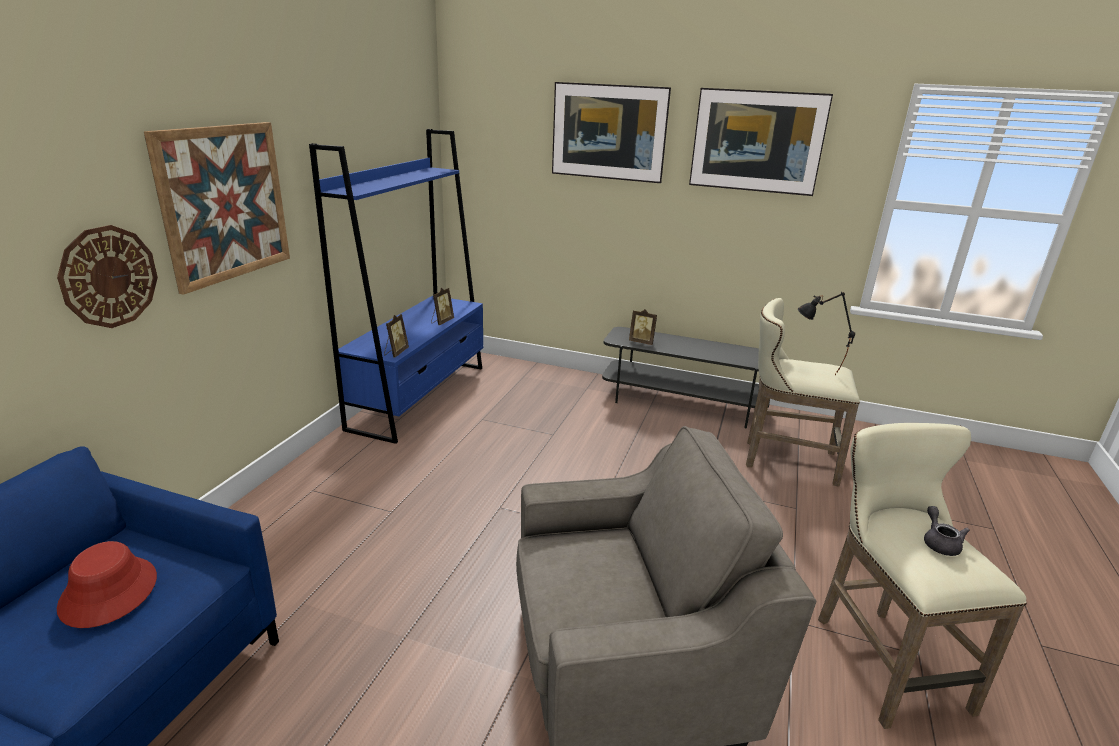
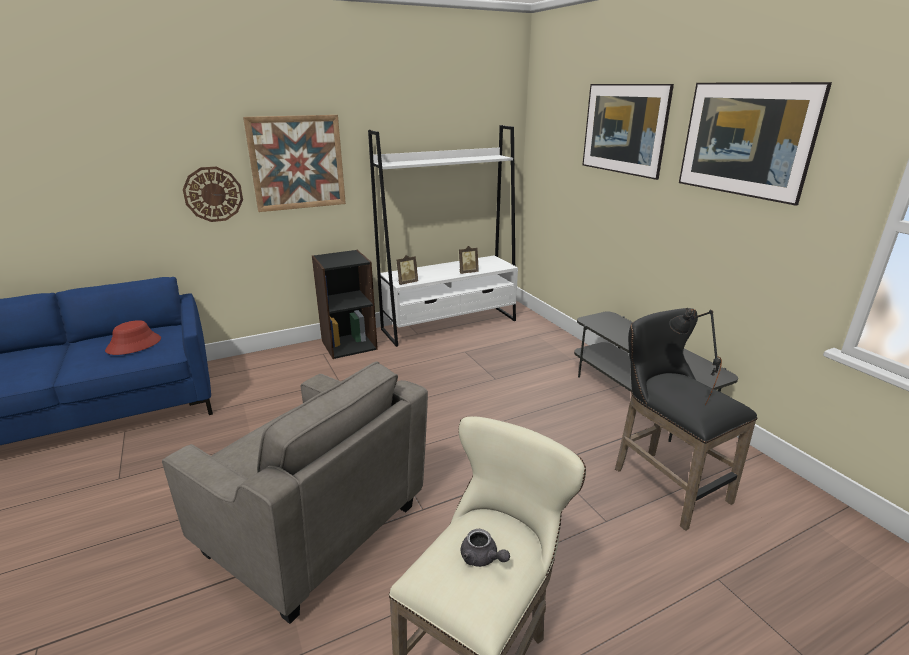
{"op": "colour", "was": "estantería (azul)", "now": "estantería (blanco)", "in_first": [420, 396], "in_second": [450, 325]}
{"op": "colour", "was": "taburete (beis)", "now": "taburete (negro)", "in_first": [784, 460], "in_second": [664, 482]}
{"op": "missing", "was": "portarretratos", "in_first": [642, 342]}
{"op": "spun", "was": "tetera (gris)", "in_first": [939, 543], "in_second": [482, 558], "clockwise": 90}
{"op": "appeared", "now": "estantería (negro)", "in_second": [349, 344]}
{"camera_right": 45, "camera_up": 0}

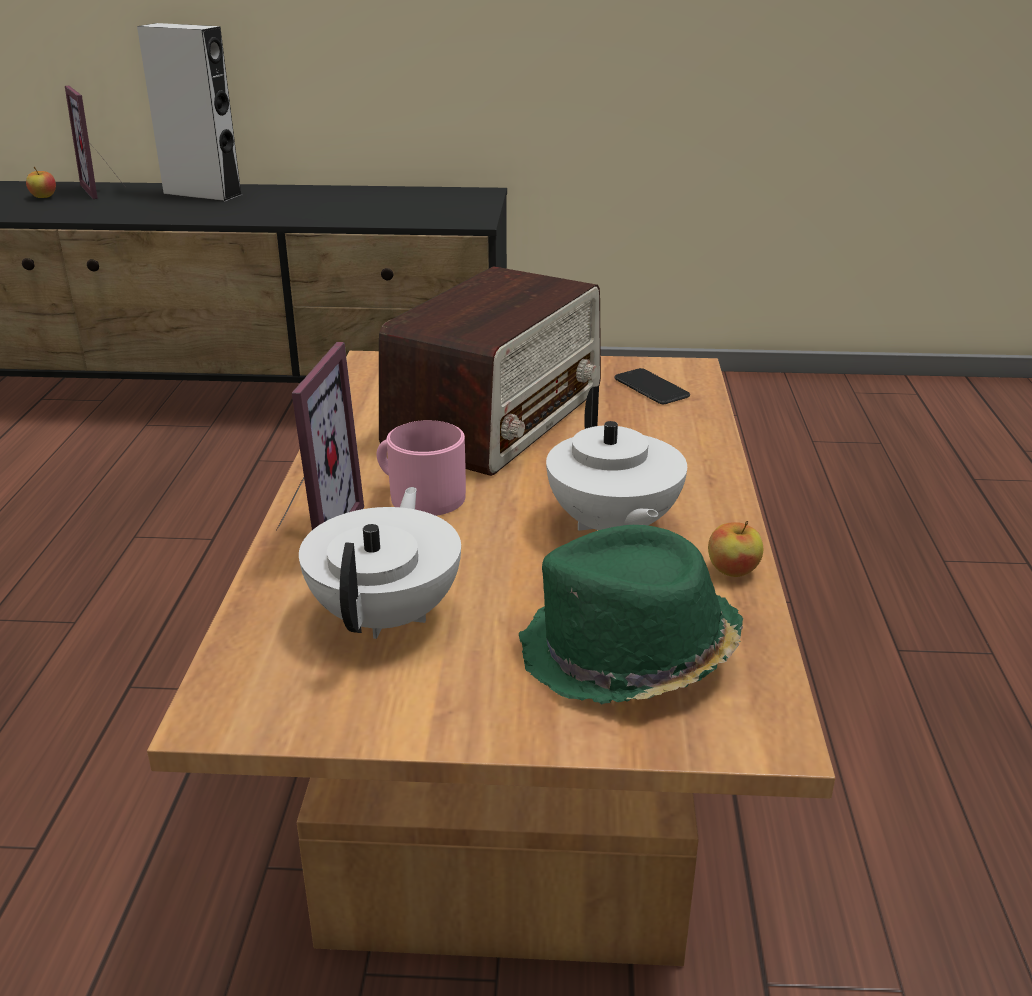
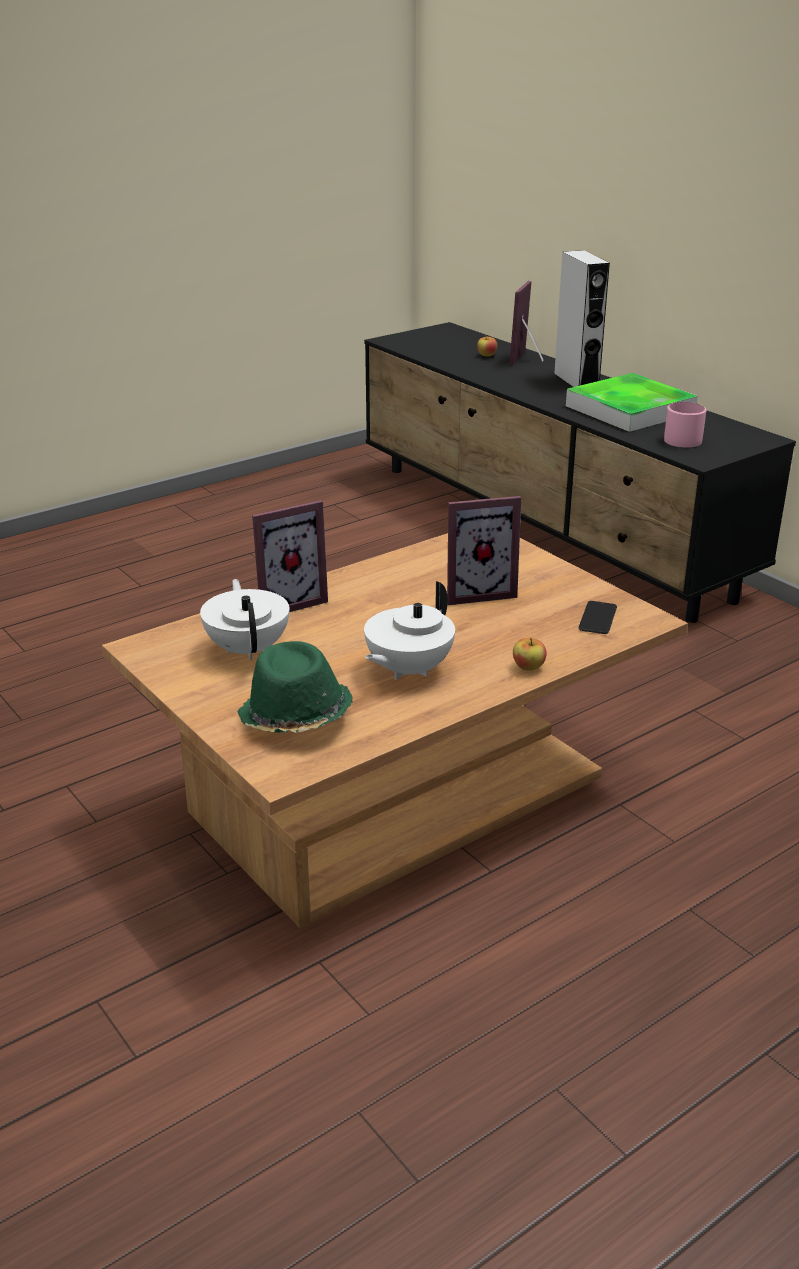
{"op": "exchanged", "was": "radio", "now": "portarretratos", "in_first": [497, 417], "in_second": [477, 592]}
{"op": "relocated", "was": "taza grande (rosa)", "in_first": [419, 495], "in_second": [680, 439]}
{"op": "spun", "was": "tetera (blanco)", "in_first": [388, 615], "in_second": [248, 649], "clockwise": -75}
{"op": "relocated", "was": "manzana", "in_first": [733, 571], "in_second": [528, 667]}
{"op": "appeared", "now": "bandeja", "in_second": [630, 409]}
{"camera_right": 50, "camera_up": 0}

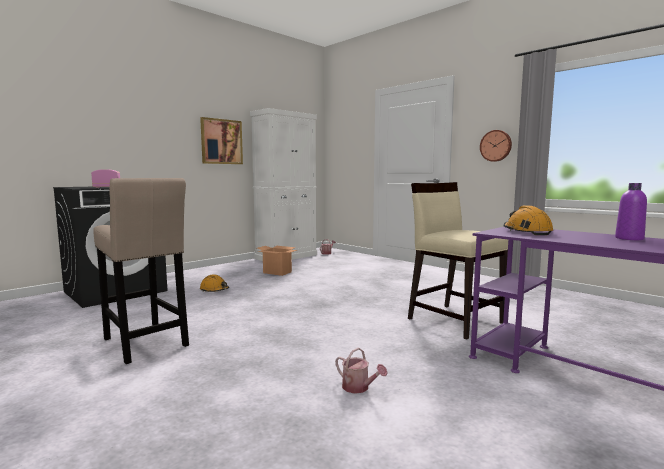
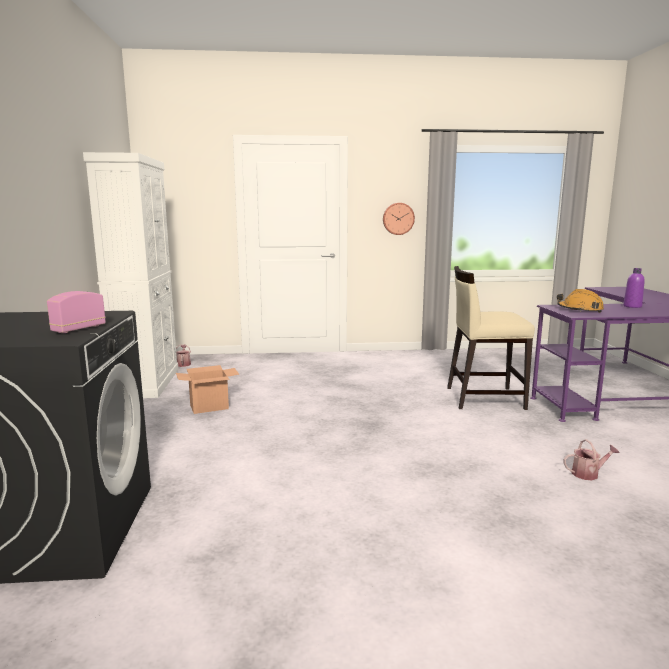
{"op": "missing", "was": "cuadro", "in_first": [221, 141]}
{"op": "missing", "was": "taburete (beis)", "in_first": [146, 344]}
{"op": "missing", "was": "casco (naranja)", "in_first": [214, 290]}
{"camera_right": -50, "camera_up": 5}

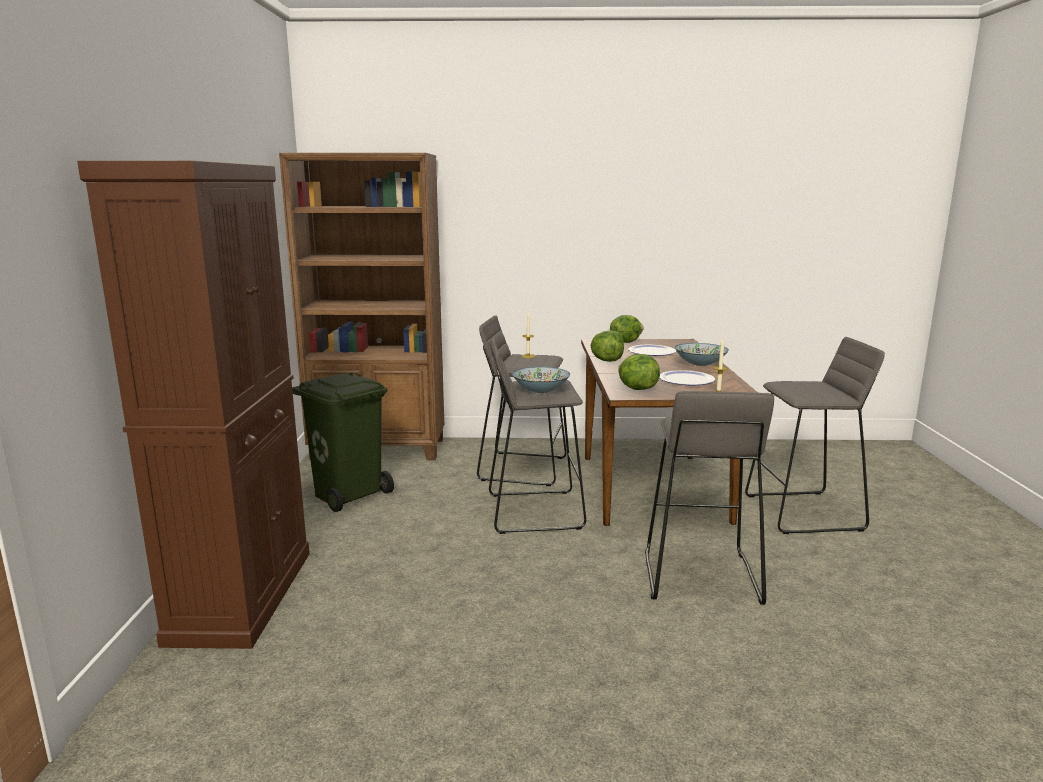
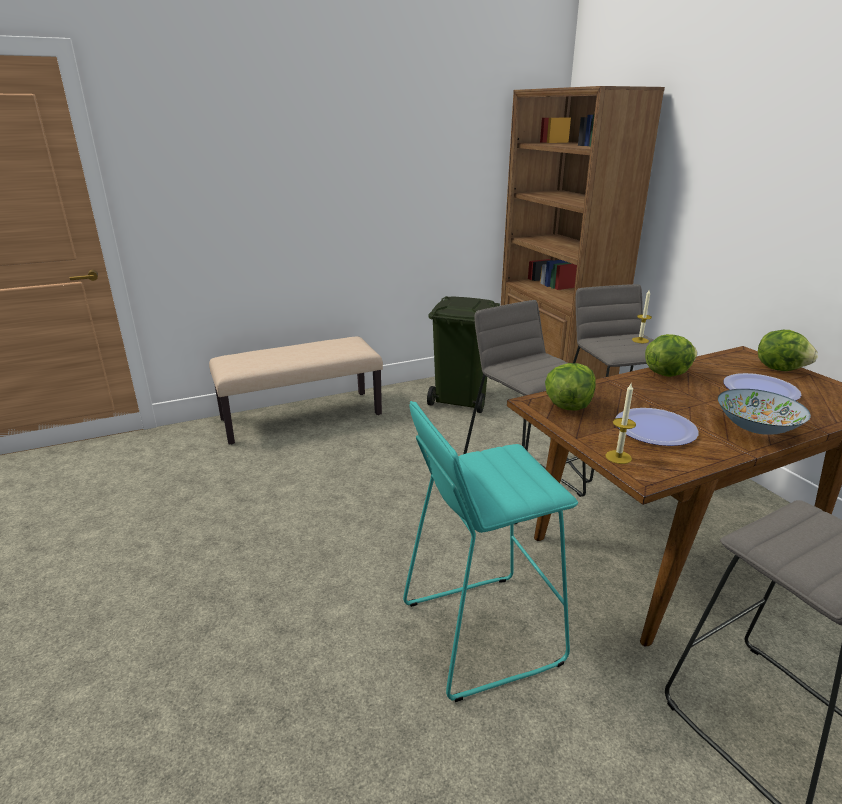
{"op": "exchanged", "was": "armario (marrón)", "now": "banco (beis)", "in_first": [243, 595], "in_second": [302, 416]}
{"op": "missing", "was": "cuenco", "in_first": [541, 391]}
{"op": "colour", "was": "taburete (gris)", "now": "taburete (turquesa)", "in_first": [699, 576], "in_second": [480, 632]}
{"camera_right": 65, "camera_up": 10}

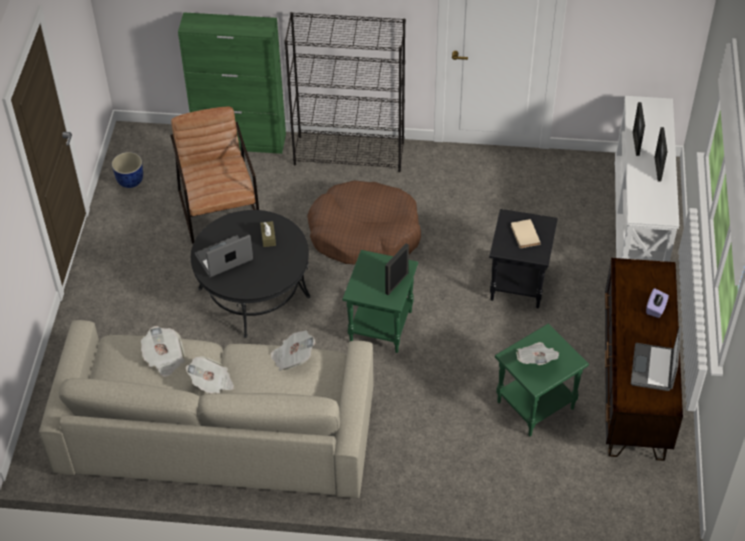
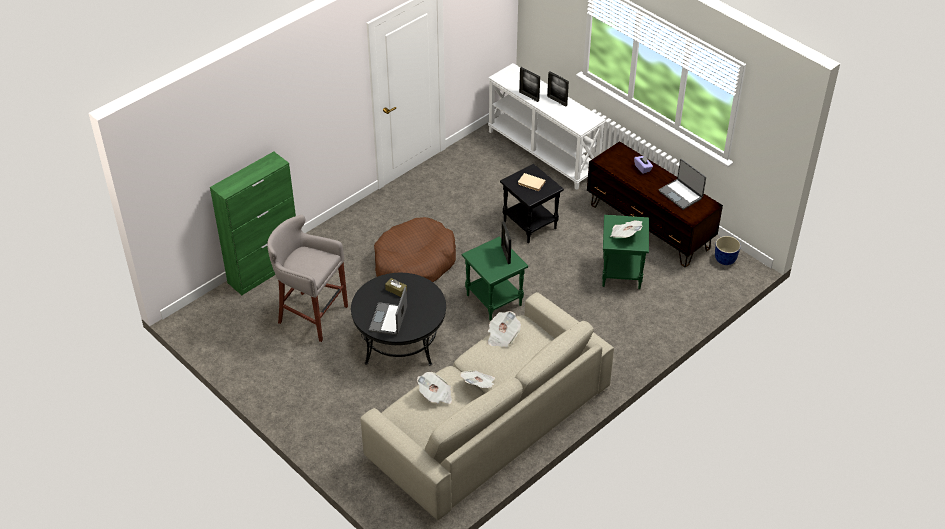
{"op": "missing", "was": "estantería (negro)", "in_first": [350, 153]}
{"op": "exchanged", "was": "sillón (marrón)", "now": "taburete (gris)", "in_first": [219, 209], "in_second": [311, 315]}
{"op": "relocated", "was": "maceta", "in_first": [130, 181], "in_second": [724, 260]}
{"camera_right": -50, "camera_up": -5}

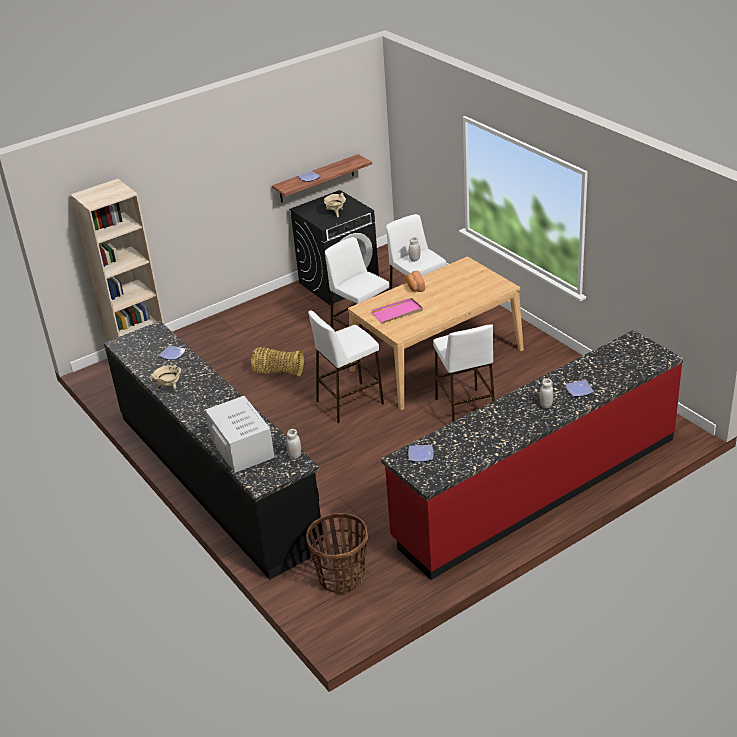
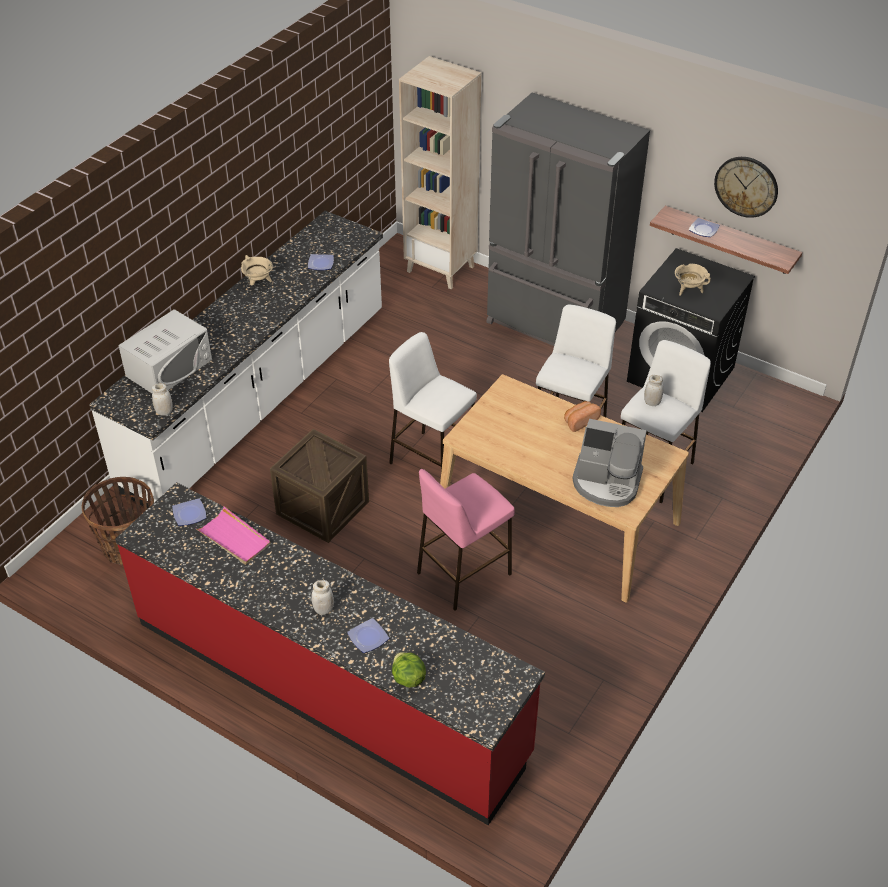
{"op": "relocated", "was": "bandeja (rosa)", "in_first": [397, 312], "in_second": [234, 538]}
{"op": "colour", "was": "mueble bajo de cocina (negro)", "now": "mueble bajo de cocina (blanco)", "in_first": [217, 478], "in_second": [259, 398]}
{"op": "colour", "was": "taburete (blanco)", "now": "taburete (rosa)", "in_first": [465, 409], "in_second": [463, 574]}
{"op": "missing", "was": "cesta", "in_first": [278, 372]}
{"op": "appeared", "now": "nevera (gris)", "in_second": [554, 324]}
{"op": "appeared", "now": "reloj de pared", "in_second": [746, 186]}
{"op": "appeared", "now": "cafetera", "in_second": [606, 482]}
{"op": "appeared", "now": "caja de embalaje", "in_second": [322, 508]}
{"op": "appeared", "now": "lechuga", "in_second": [408, 678]}
{"camera_right": 65, "camera_up": 10}

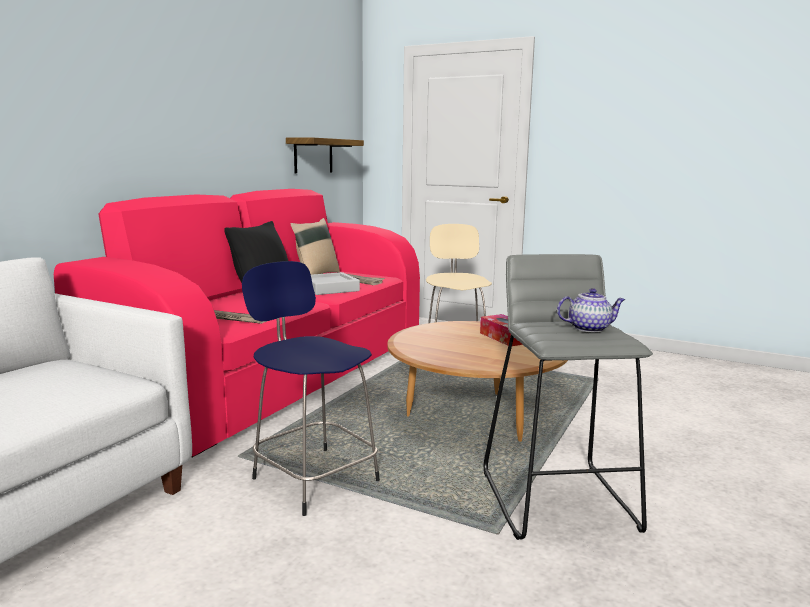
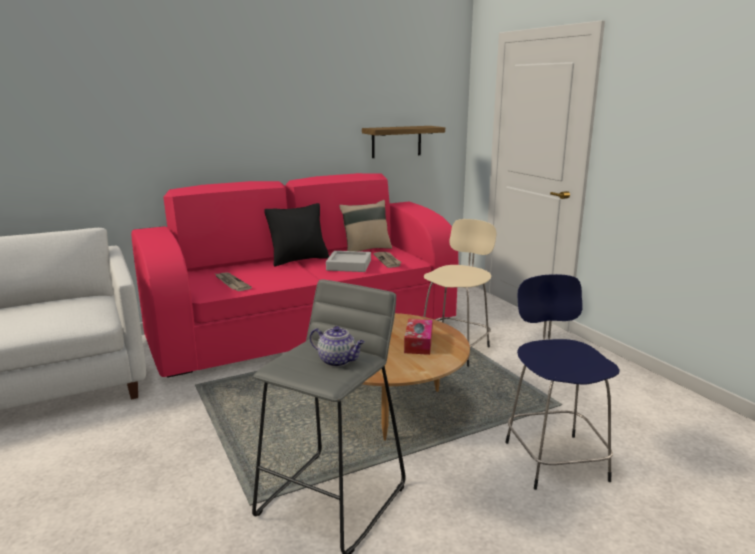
{"op": "relocated", "was": "taburete (azul)", "in_first": [313, 478], "in_second": [553, 458]}
{"camera_right": 35, "camera_up": 5}

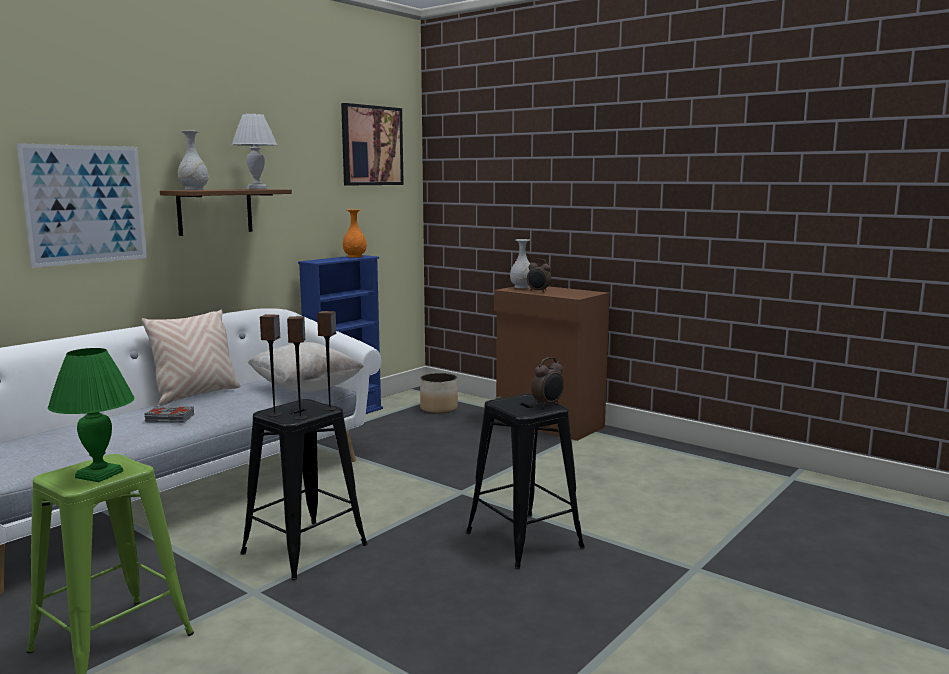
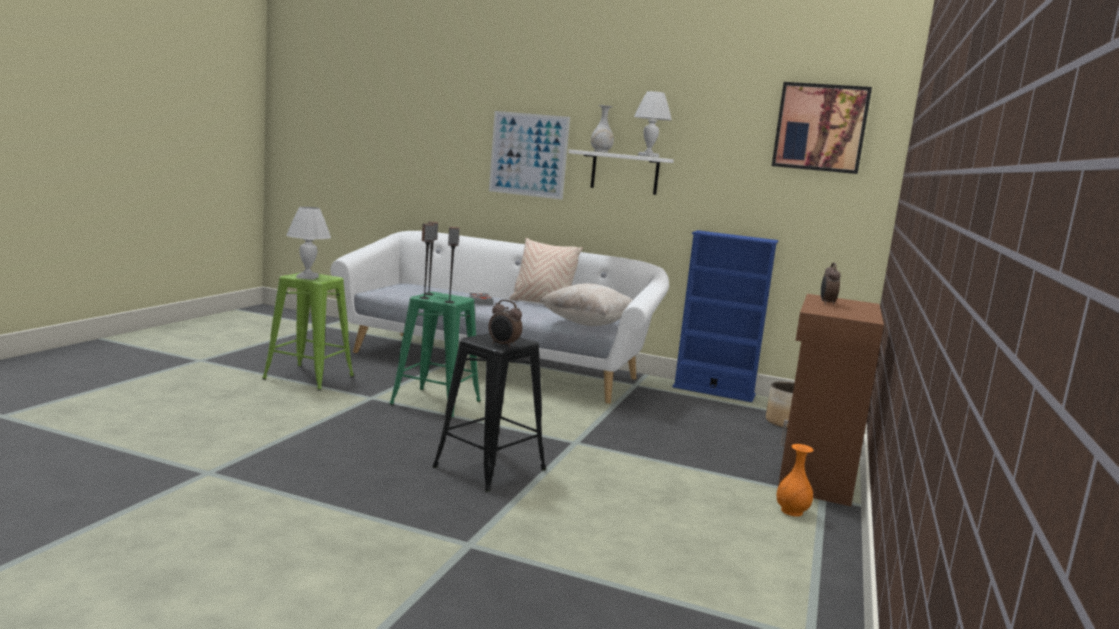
{"op": "colour", "was": "estante (marrón)", "now": "estante (blanco)", "in_first": [215, 211], "in_second": [624, 173]}
{"op": "relocated", "was": "florero (naranja)", "in_first": [355, 256], "in_second": [792, 511]}
{"op": "missing", "was": "florero (blanco)", "in_first": [522, 287]}
{"op": "colour", "was": "lámpara de mesa (verde)", "now": "lámpara de mesa (blanco)", "in_first": [99, 475], "in_second": [307, 277]}
{"op": "colour", "was": "taburete (negro)", "now": "taburete (verde)", "in_first": [303, 549], "in_second": [435, 403]}
{"camera_right": 70, "camera_up": 0}

